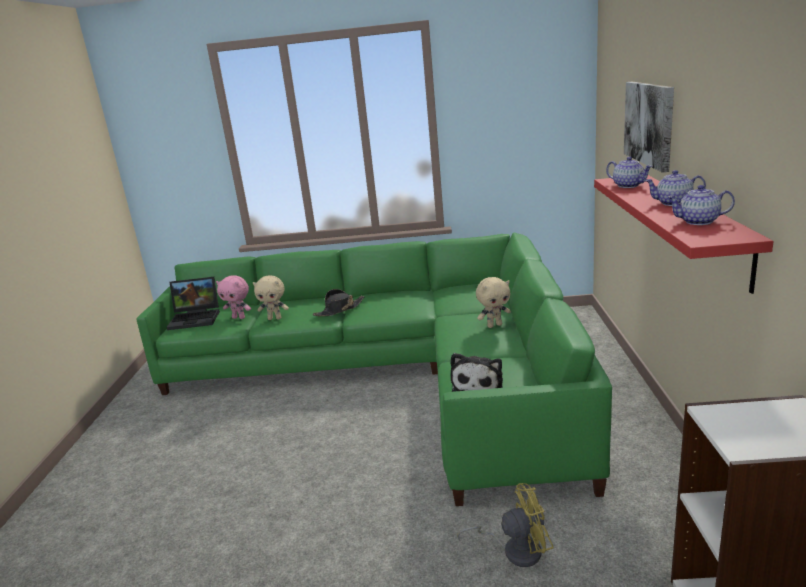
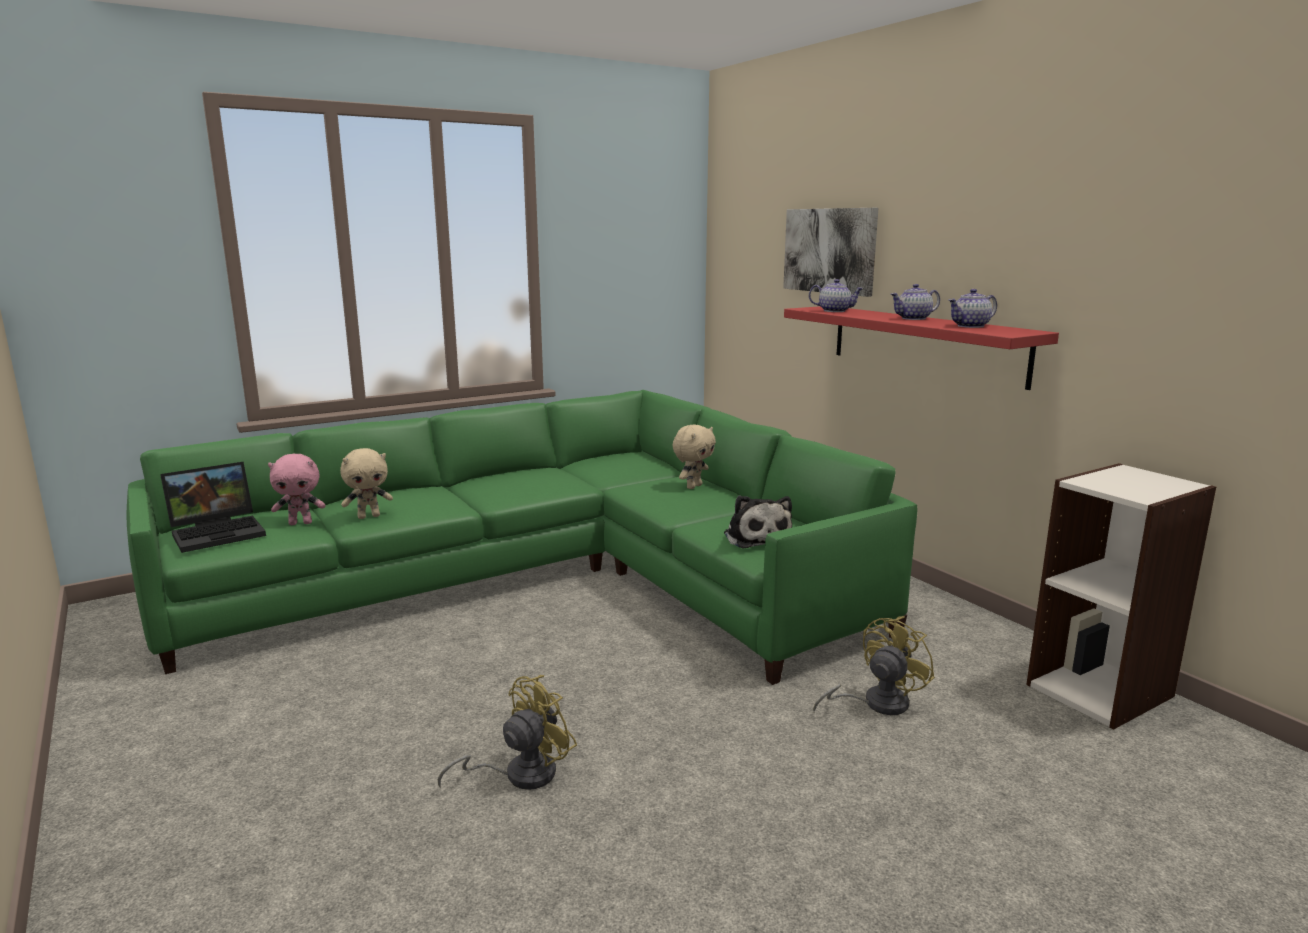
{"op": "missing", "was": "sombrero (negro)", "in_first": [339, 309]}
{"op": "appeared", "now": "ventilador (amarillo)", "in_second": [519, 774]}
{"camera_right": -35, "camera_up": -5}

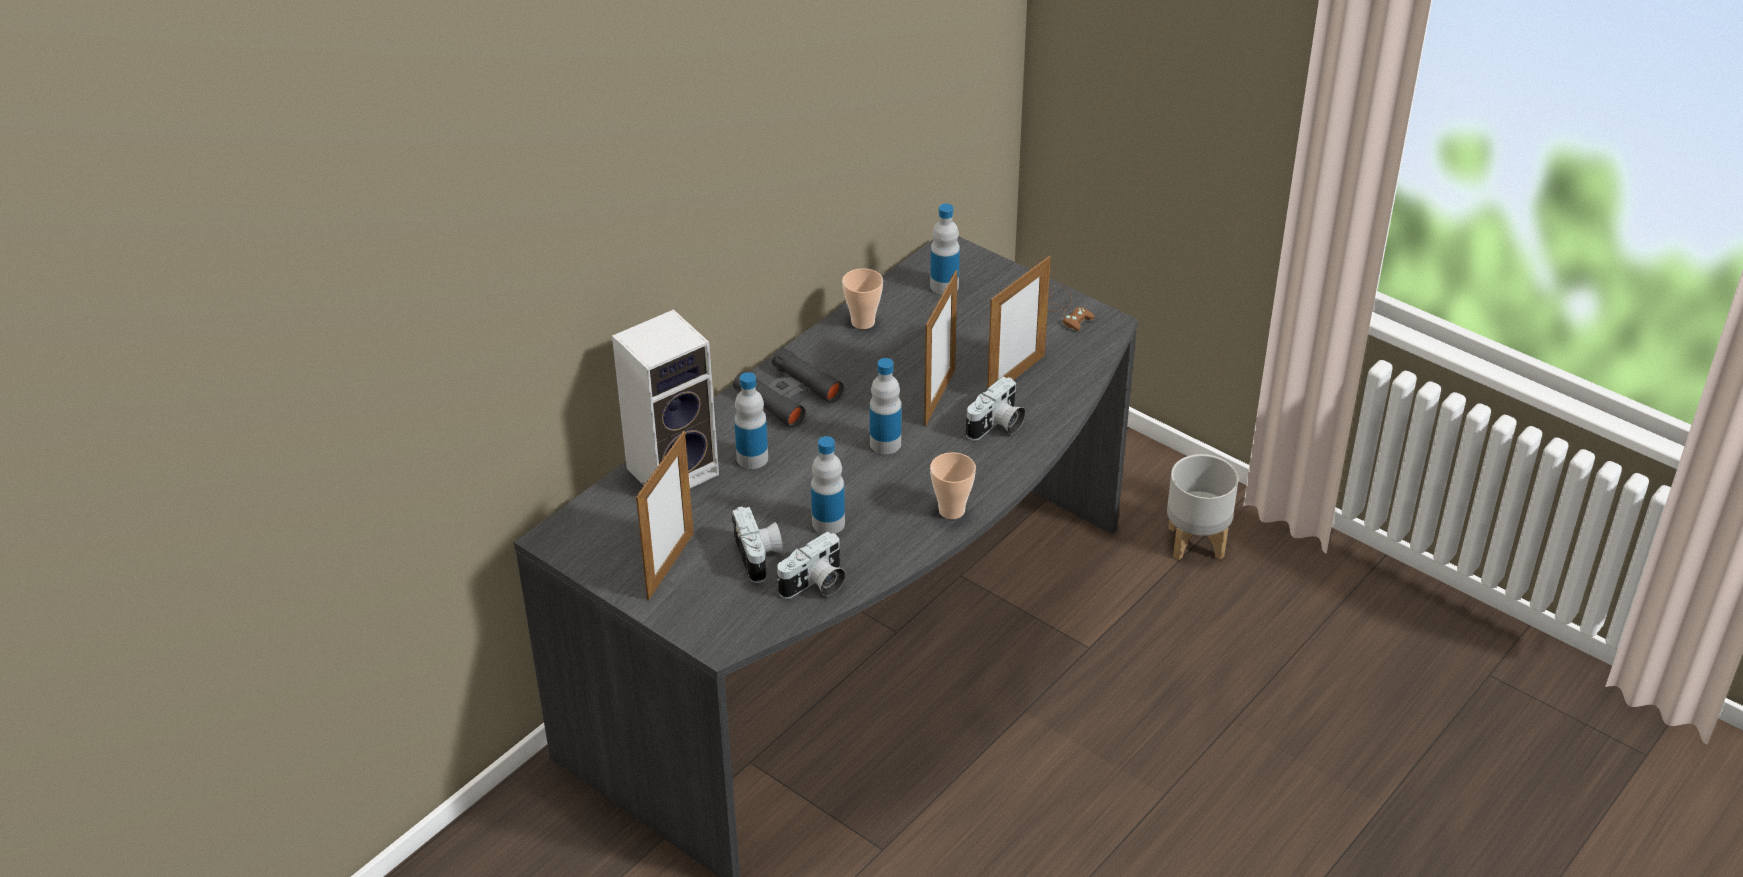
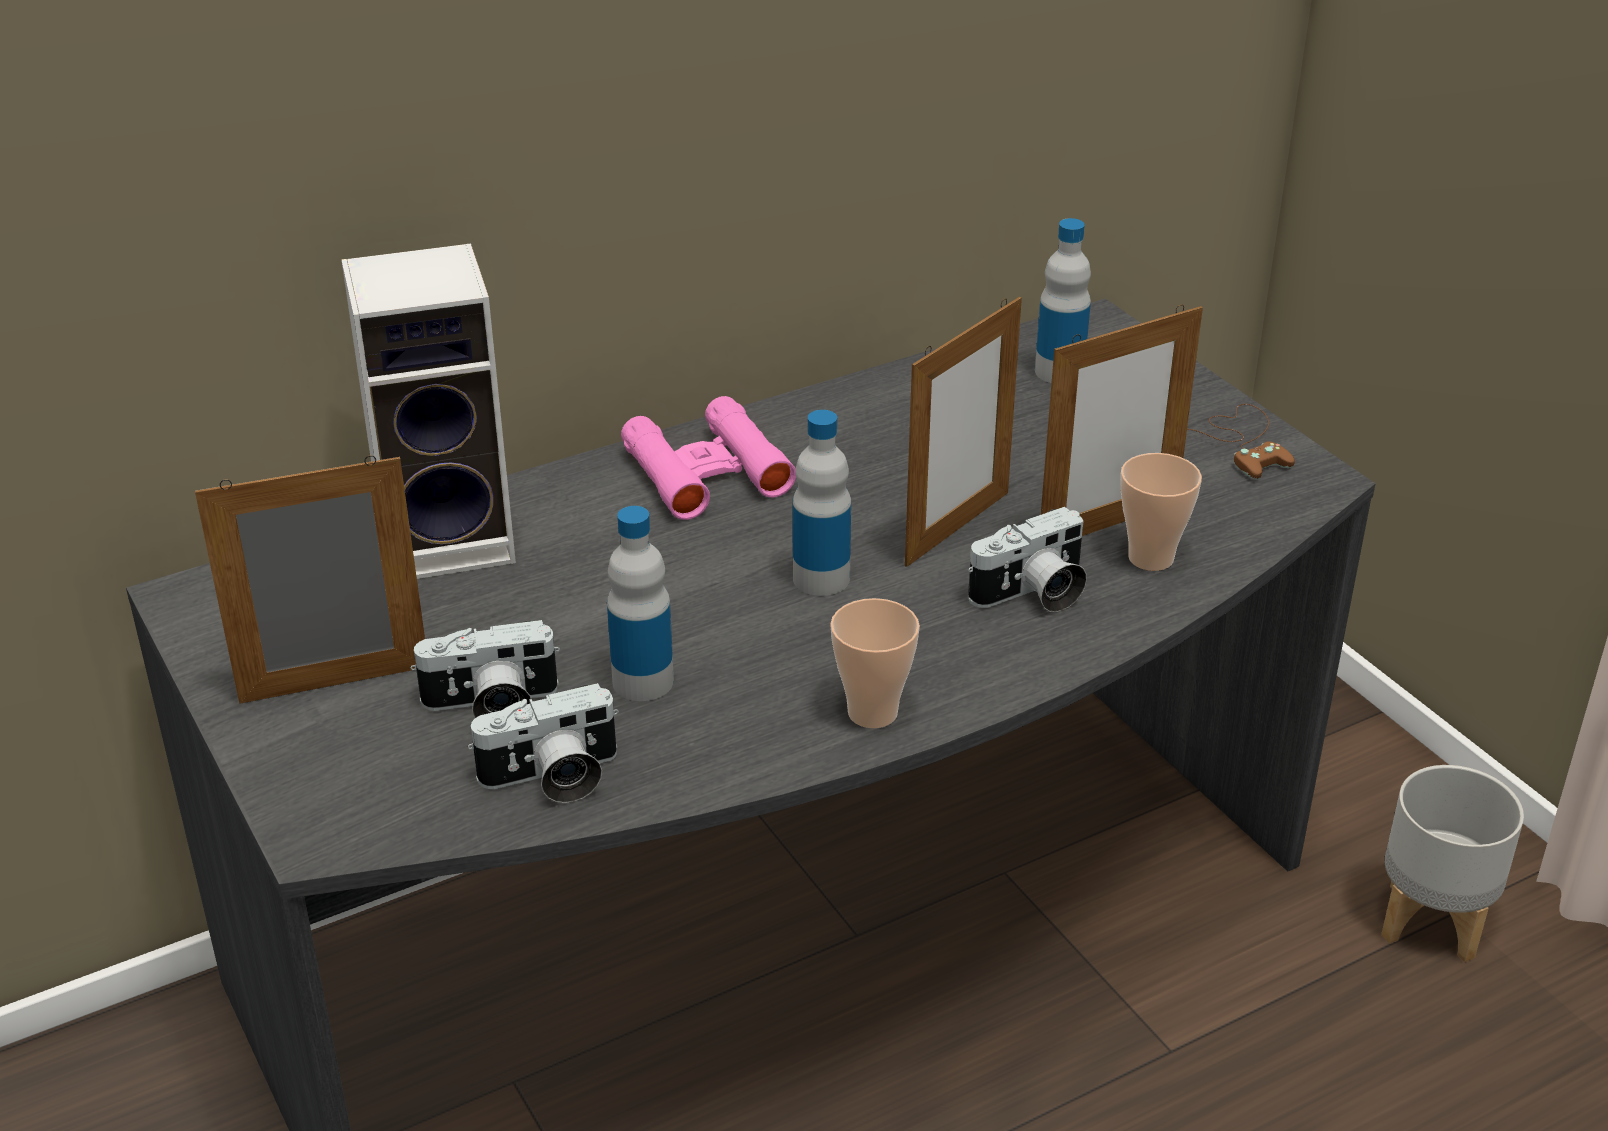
{"op": "relocated", "was": "taza", "in_first": [863, 322], "in_second": [1151, 558]}
{"op": "colour", "was": "prismáticos (negro)", "now": "prismáticos (rosa)", "in_first": [787, 395], "in_second": [706, 472]}
{"op": "missing", "was": "botella", "in_first": [752, 458]}
{"op": "spun", "was": "portarretratos", "in_first": [670, 566], "in_second": [335, 684], "clockwise": -150}
{"op": "spun", "was": "cámara", "in_first": [760, 556], "in_second": [491, 706], "clockwise": 75}
{"camera_right": 20, "camera_up": -5}

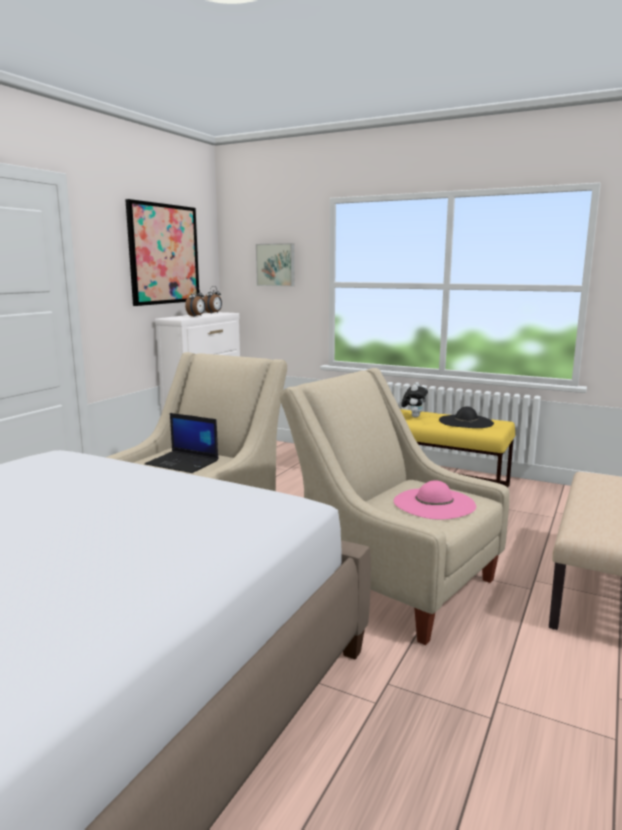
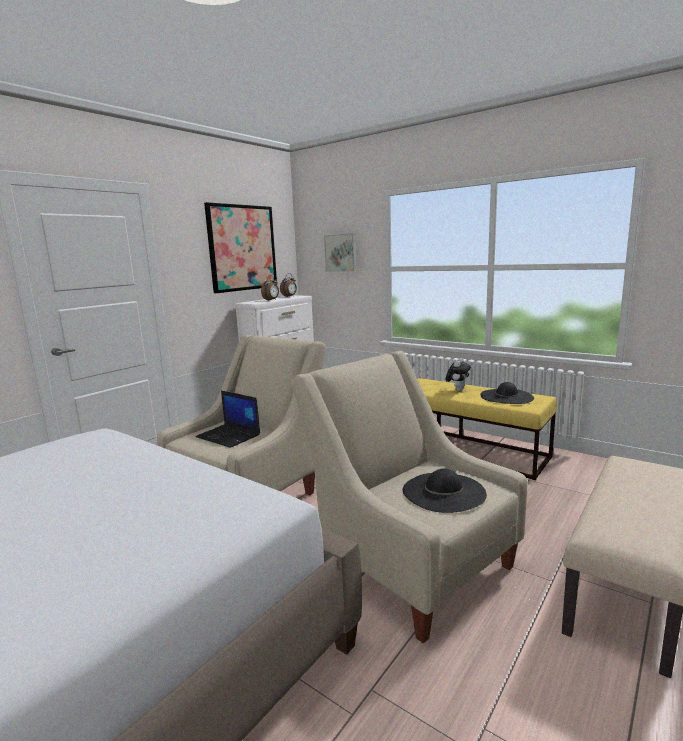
{"op": "colour", "was": "sombrero (rosa)", "now": "sombrero (negro)", "in_first": [434, 503], "in_second": [443, 492]}
{"camera_right": 10, "camera_up": 0}

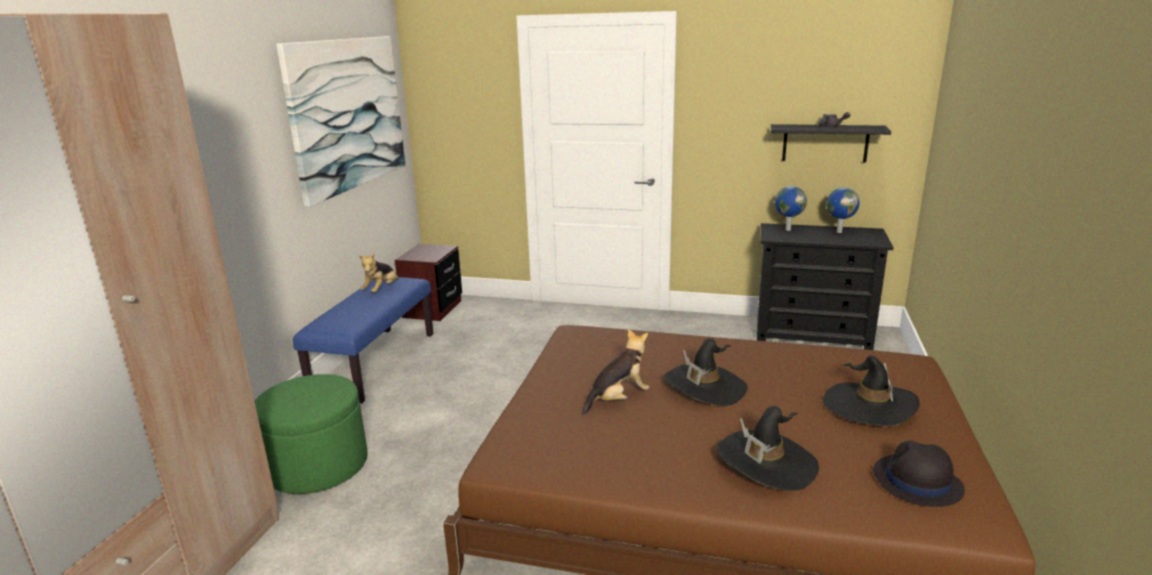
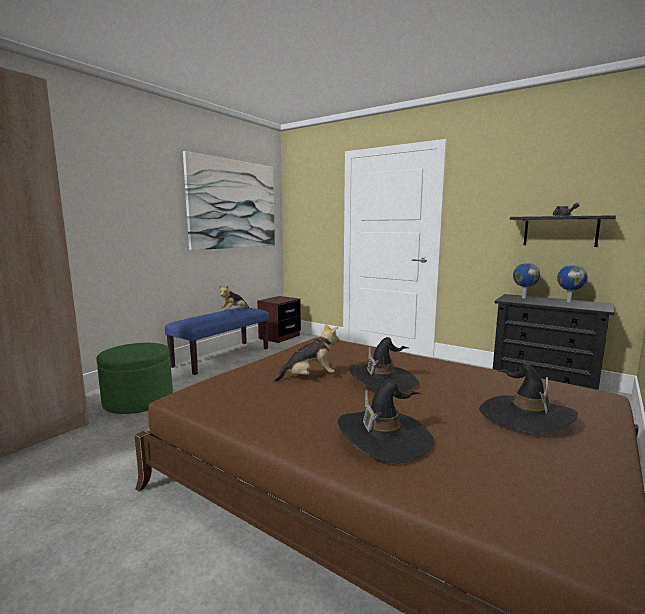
{"op": "missing", "was": "sombrero (negro)", "in_first": [916, 481]}
{"camera_right": 20, "camera_up": -10}

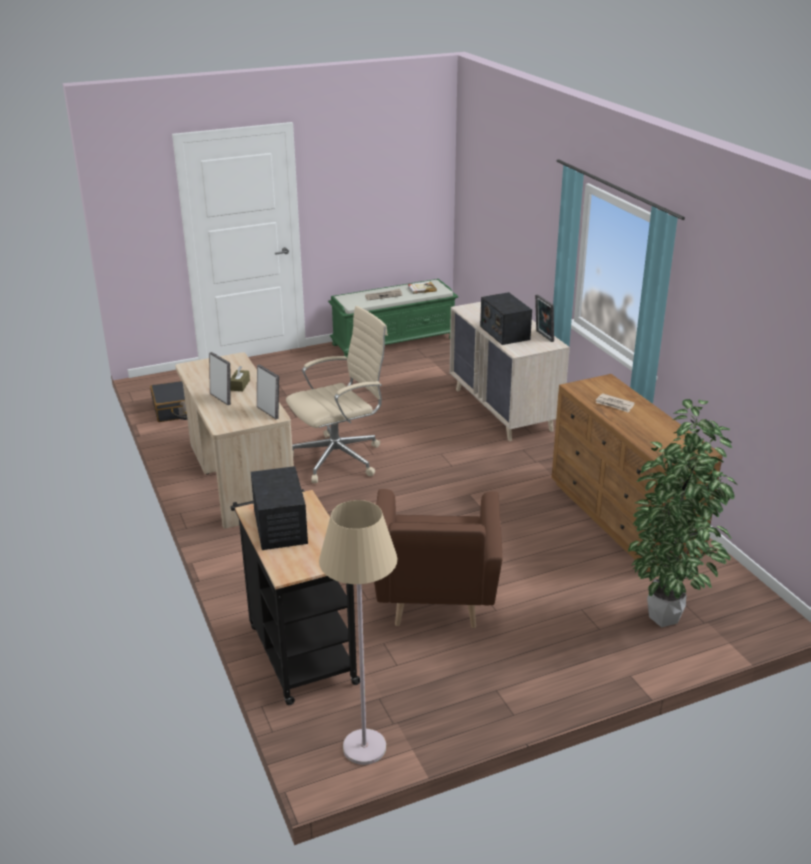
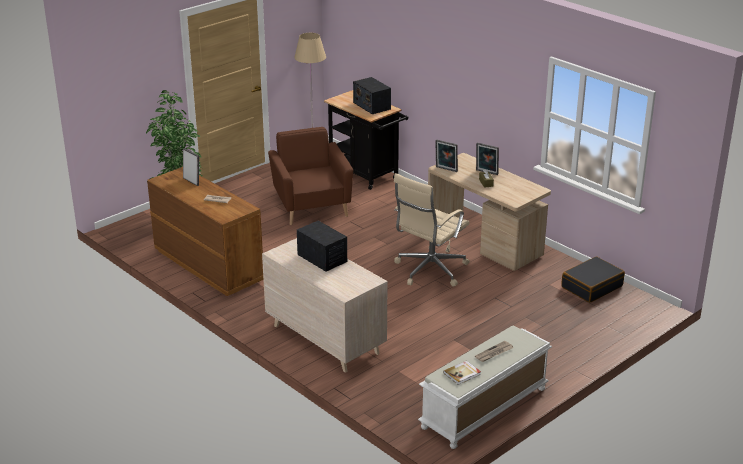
{"op": "colour", "was": "banco (verde)", "now": "banco (blanco)", "in_first": [394, 341], "in_second": [484, 409]}
{"op": "relocated", "was": "portarretratos", "in_first": [543, 336], "in_second": [192, 181]}
{"camera_right": 160, "camera_up": 0}

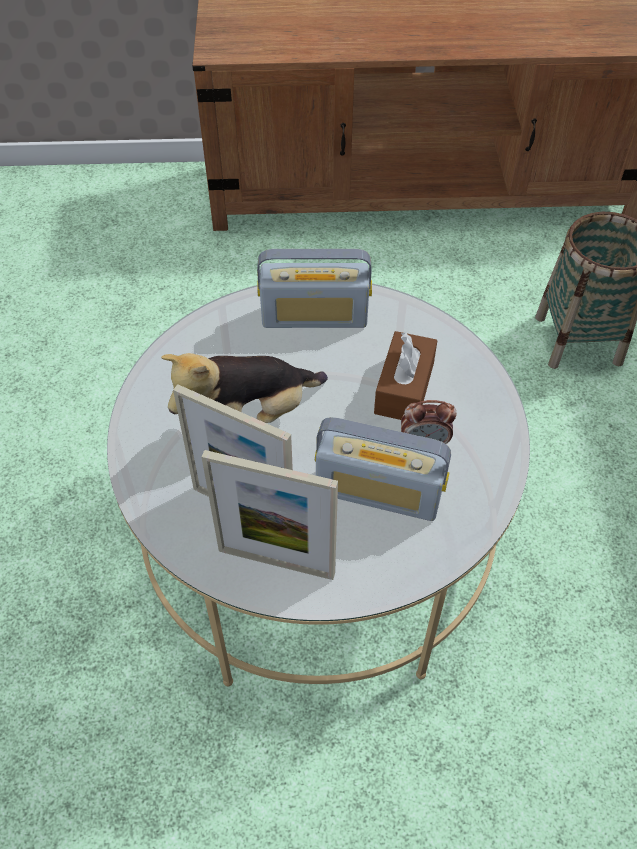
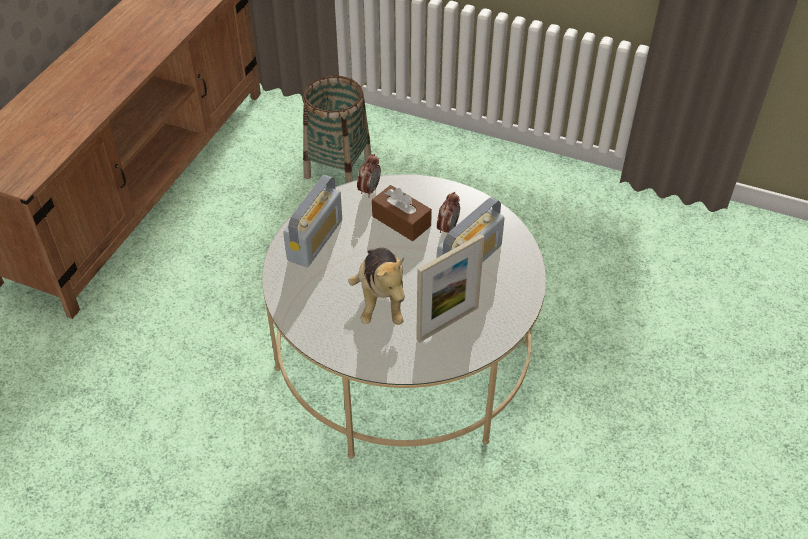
{"op": "missing", "was": "portarretratos", "in_first": [276, 562]}
{"op": "appeared", "now": "despertador", "in_second": [369, 190]}
{"camera_right": -65, "camera_up": -5}

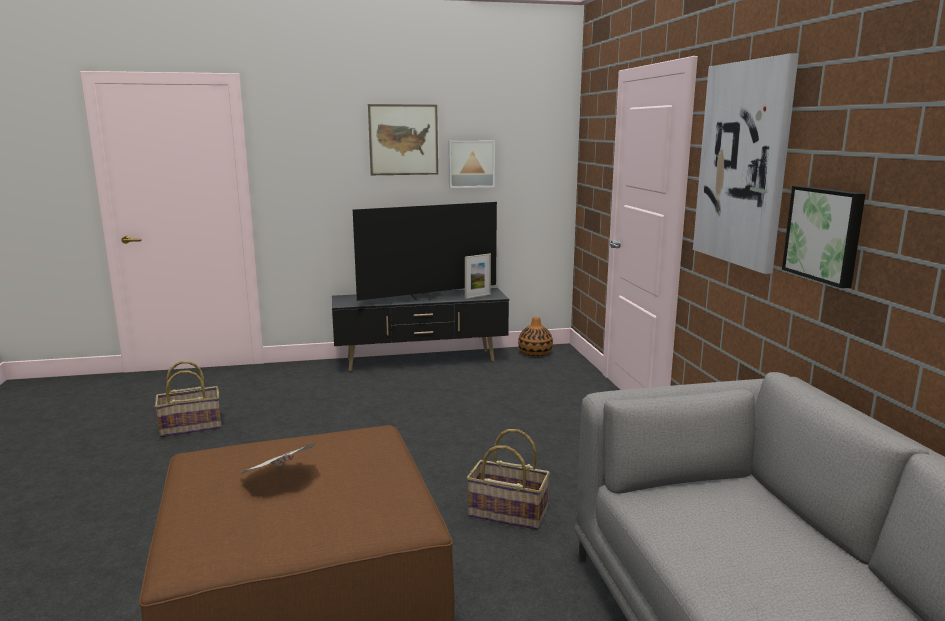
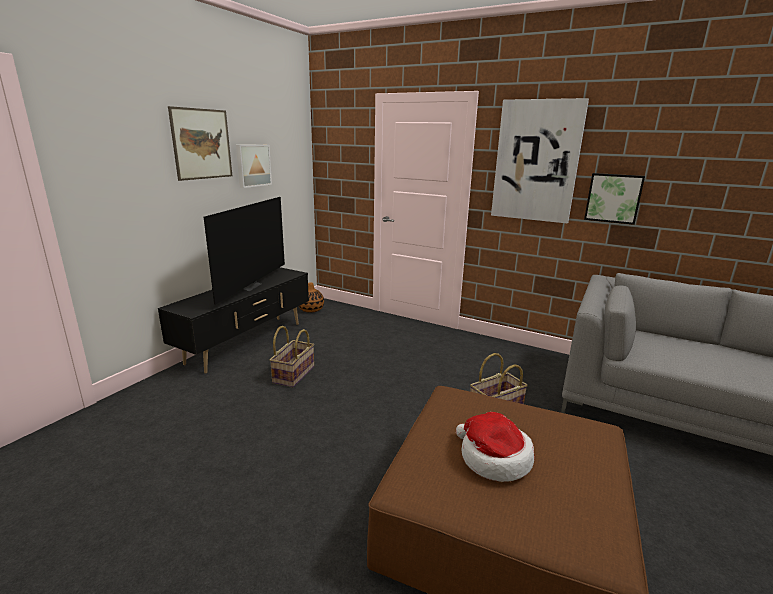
{"op": "missing", "was": "portarretratos", "in_first": [477, 296]}
{"op": "relocated", "was": "cesta", "in_first": [191, 426], "in_second": [293, 374]}
{"op": "exchanged", "was": "periódico", "now": "sombrero", "in_first": [279, 478], "in_second": [493, 458]}
{"camera_right": -50, "camera_up": 5}

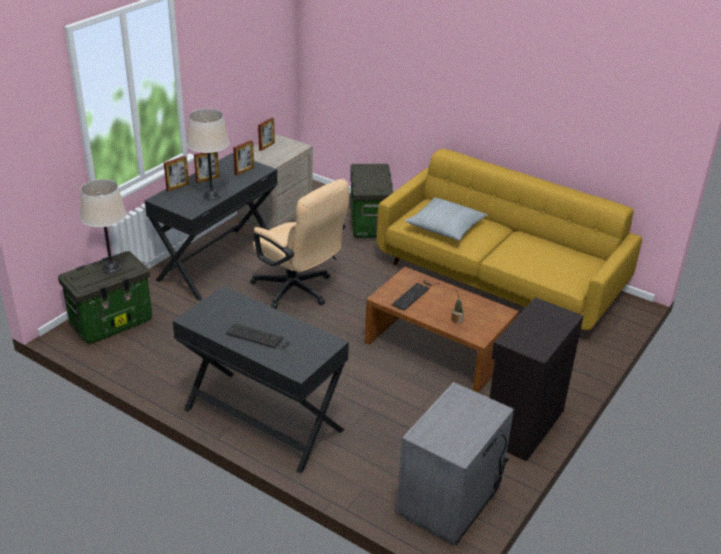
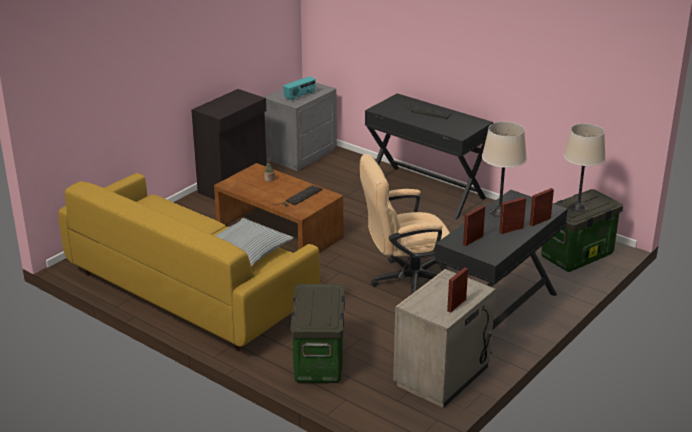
{"op": "spun", "was": "silla de oficina (beis)", "in_first": [298, 291], "in_second": [405, 281], "clockwise": -60}
{"op": "appeared", "now": "radio", "in_second": [300, 96]}
{"camera_right": -175, "camera_up": -5}

